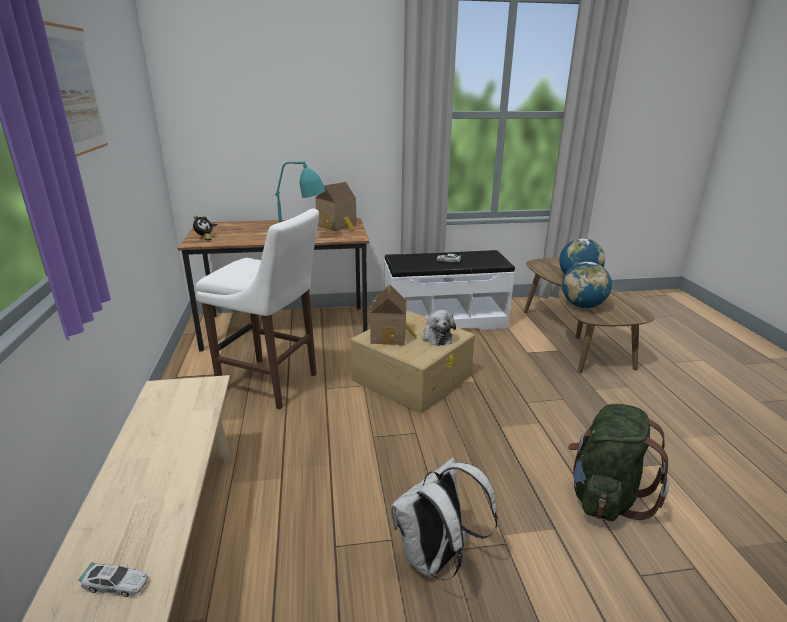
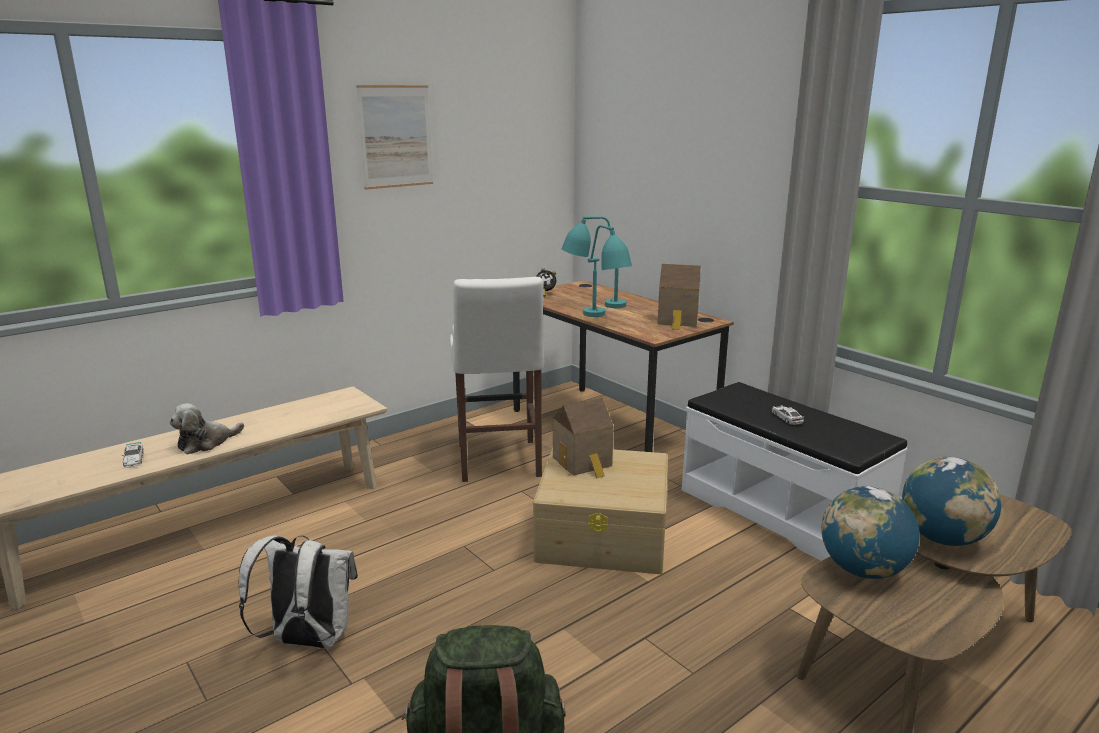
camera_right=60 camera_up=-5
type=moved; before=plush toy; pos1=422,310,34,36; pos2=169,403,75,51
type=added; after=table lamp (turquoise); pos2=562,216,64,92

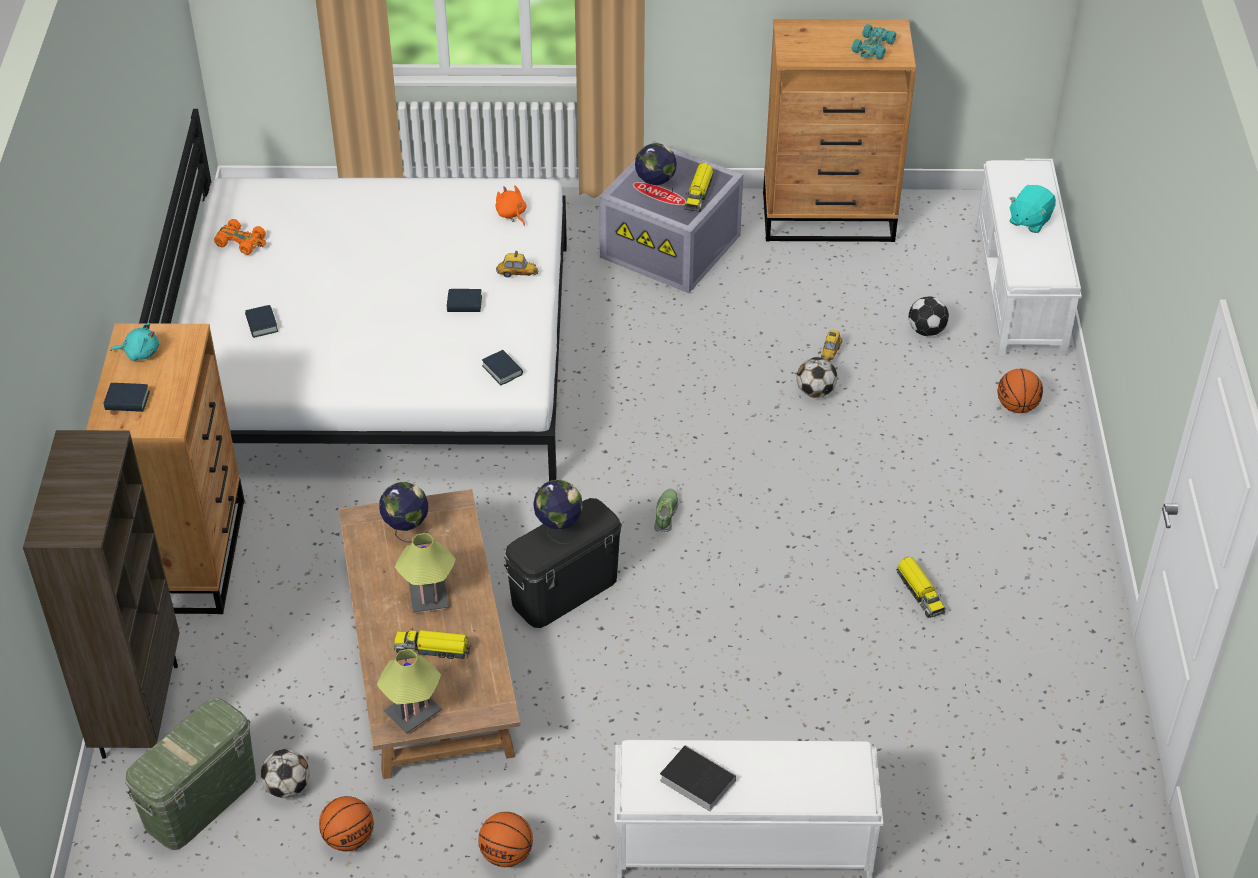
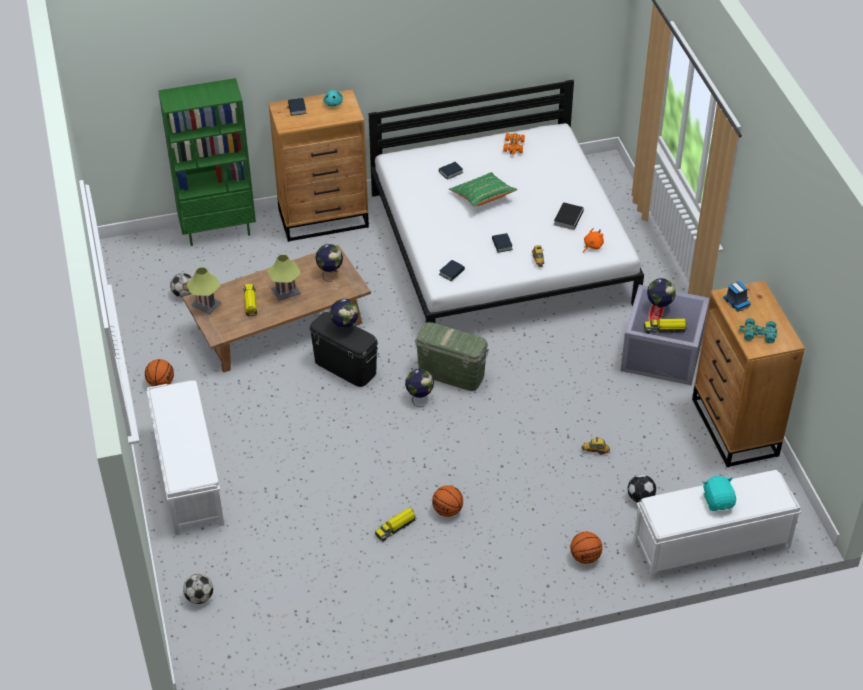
camera_right=75 camera_up=0
type=turned; before=plush toy (turquoise); pos1=1009,185,47,48; pos2=703,476,33,35; turn=60
type=moved; before=football; pos1=796,357,41,41; pos2=183,574,30,30
type=recoloured; before=bookcase (brown); after=bookcase (green); pos1=23,430,157,329; pos2=158,78,98,168
type=replaced; before=shoe; after=globe; pos1=654,489,24,43; pos2=405,369,29,38
type=moved; before=storage box (green); pos1=125,698,131,152; pos2=415,322,74,69
type=moved; before=book; pos1=660,745,76,66; pos2=554,202,30,28
type=moved; before=basketball; pos1=319,796,55,55; pos2=432,485,31,32
type=added; after=pillow (green); pos2=449,172,69,34
type=added; after=toy truck; pos2=723,281,28,30

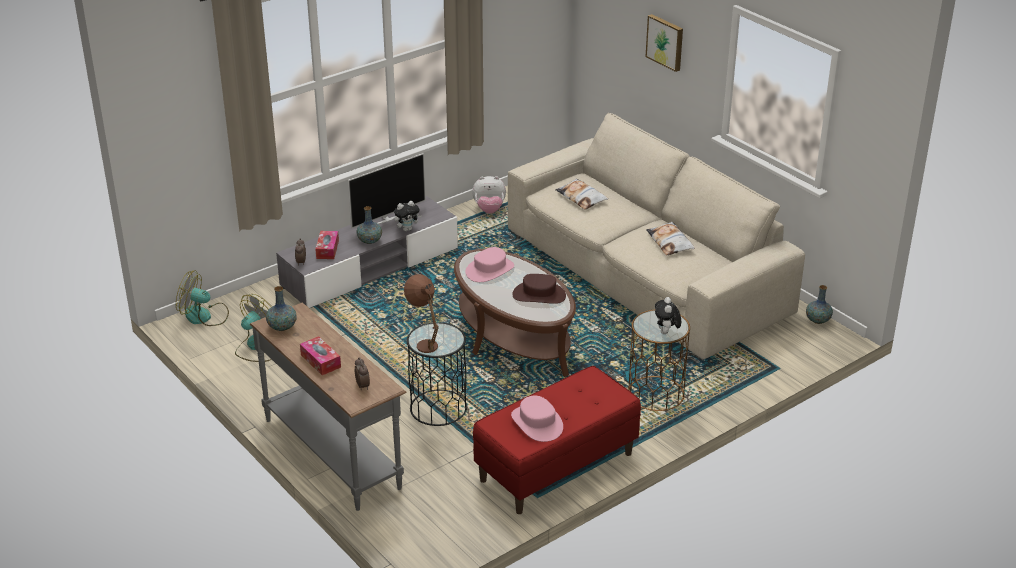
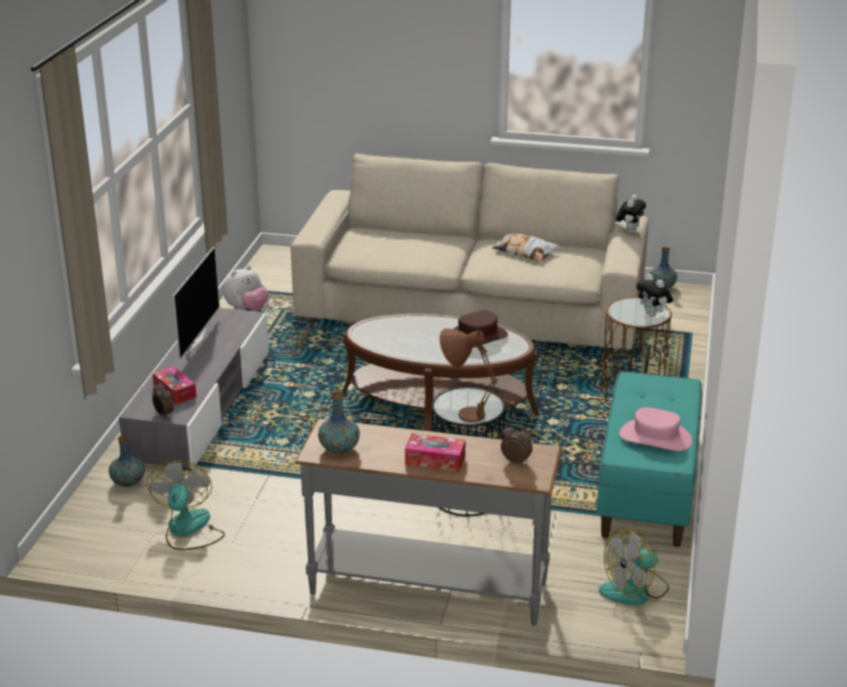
camera_right=-40 camera_up=-5
type=removed; before=picture; pos1=645,14,38,58
type=removed; before=pillow; pos1=555,178,53,32
type=moved; before=plush toy; pos1=394,201,28,30; pos2=616,195,30,38
type=moved; before=vase; pos1=356,206,26,38; pos2=109,435,36,52
type=removed; before=hat (pink); pos1=466,247,48,35
type=moved; before=fan; pos1=176,270,53,56; pos2=599,527,70,78
type=recoloured; before=bench (red); after=bench (turquoise); pos1=473,366,168,148; pos2=596,371,106,176

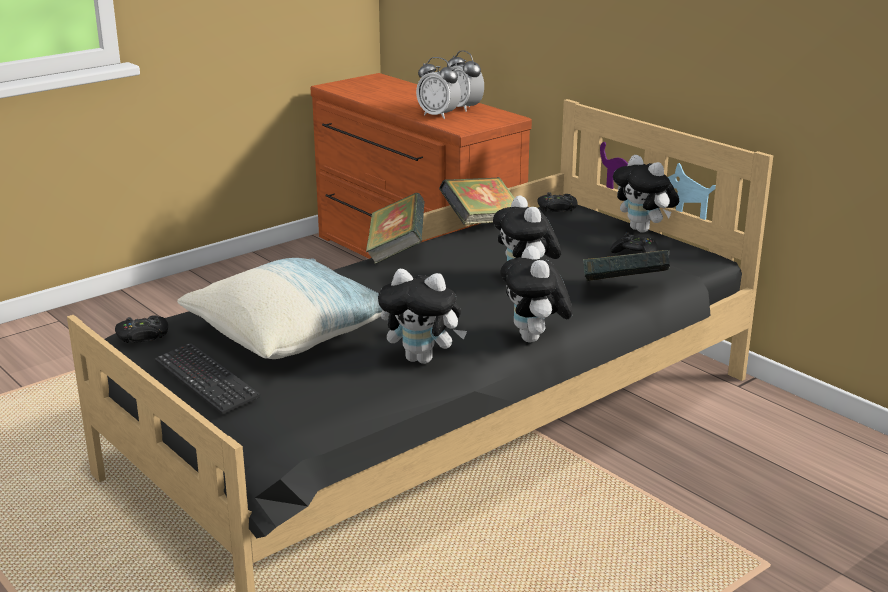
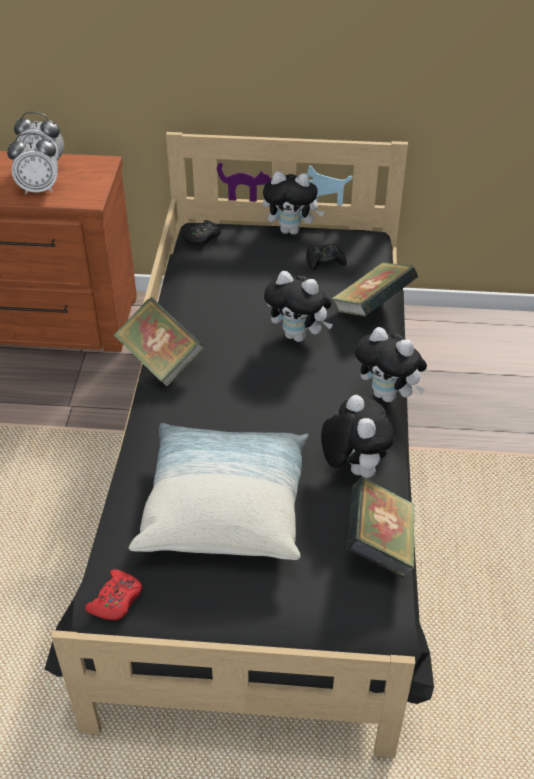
camera_right=-45 camera_up=20
type=moved; before=book; pos1=439,177,76,47; pos2=347,477,68,101
type=turned; before=plush toy; pos1=378,269,89,95; pos2=321,395,74,83; turn=-75
type=recoloured; before=game controller (black); after=game controller (red); pos1=115,315,53,28; pos2=85,569,57,51
type=removed; before=keyboard; pos1=155,343,105,72

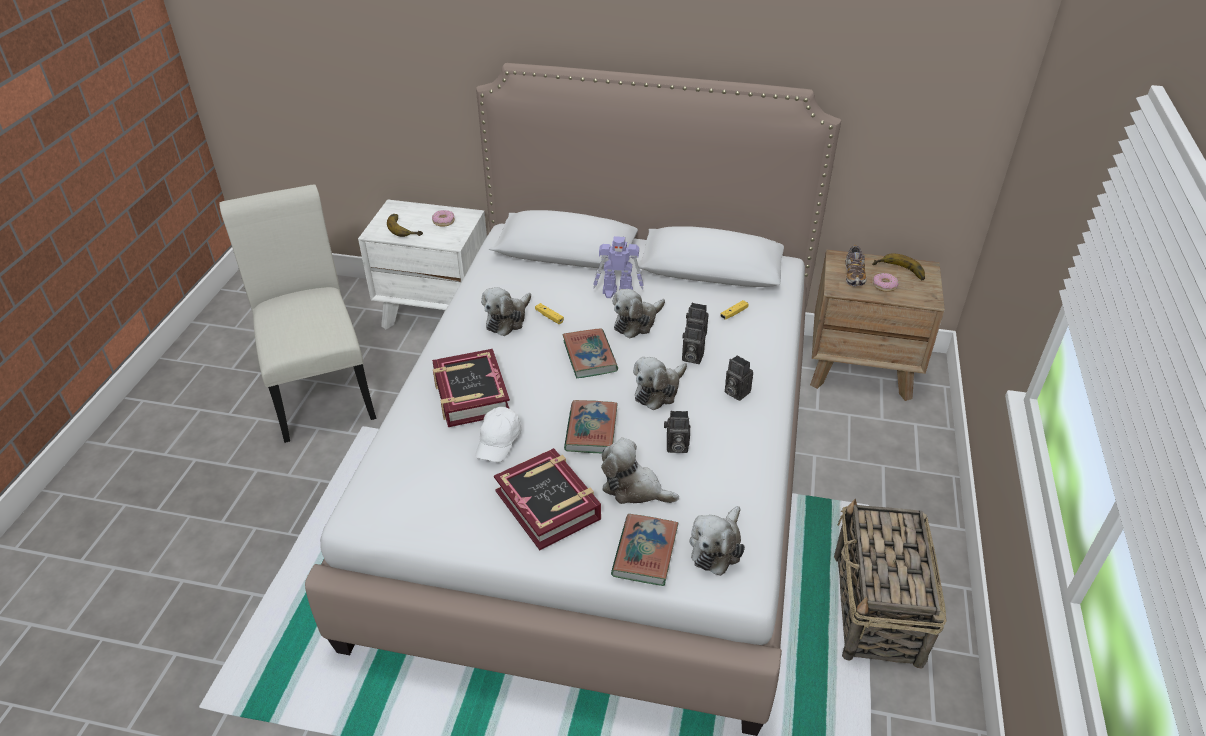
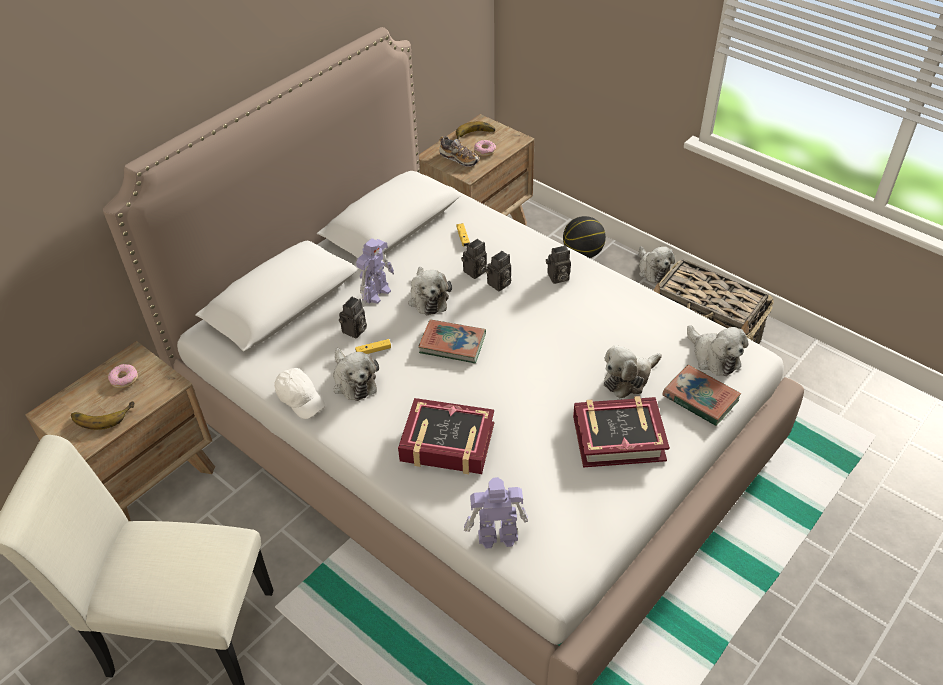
camera_right=-60 camera_up=5
type=recoloured; before=nightstand (white); after=nightstand (brown); pos1=358,199,129,130; pos2=25,341,190,180
type=moved; before=plush toy; pos1=633,357,54,53; pos2=639,246,36,37
type=removed; before=book; pos1=564,400,54,53
type=moved; before=cap (white); pos1=475,407,46,55; pos2=274,368,51,51
type=moved; before=photo camera; pos1=664,411,27,42; pos2=339,297,28,41
type=added; after=basketball; pos2=563,216,43,42
type=added; after=toy robot; pos2=464,477,64,72

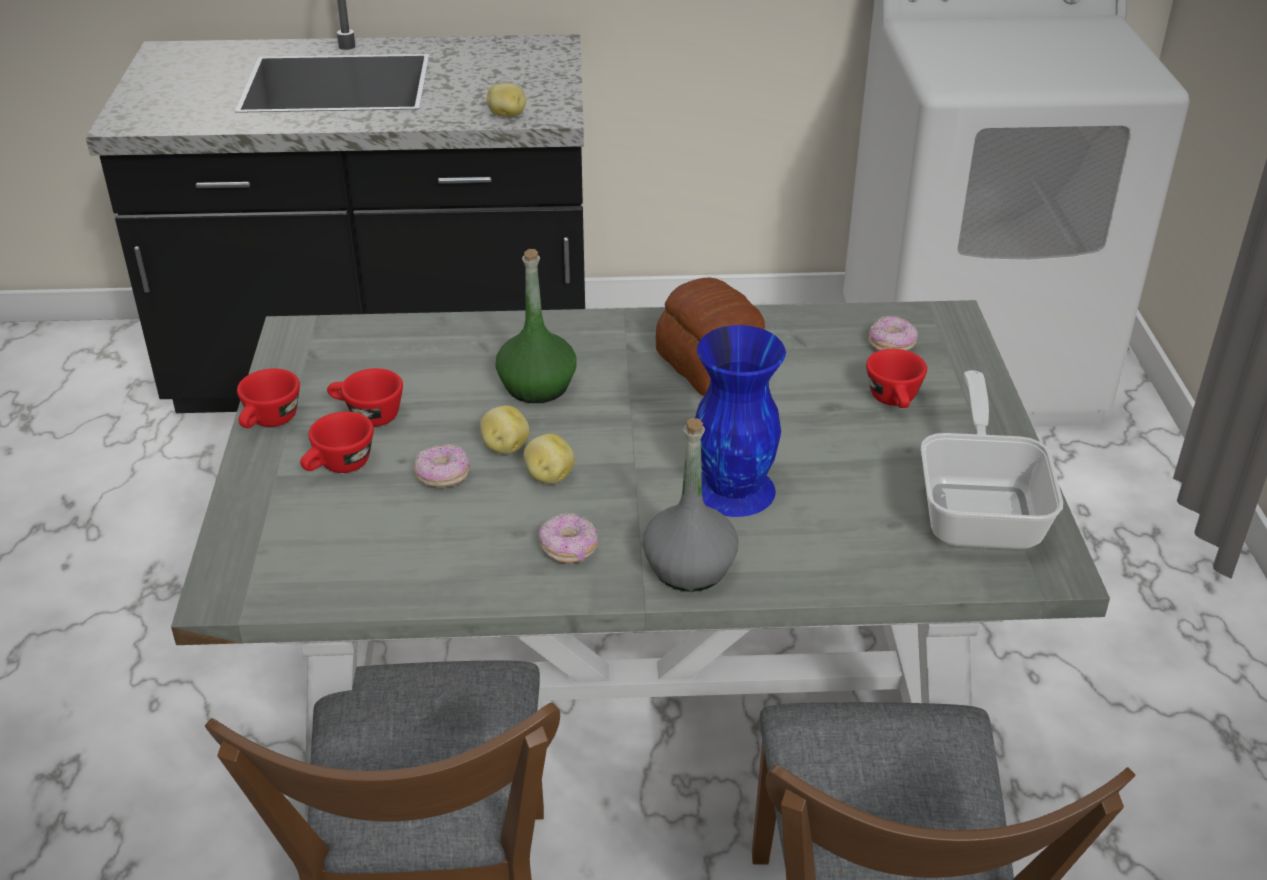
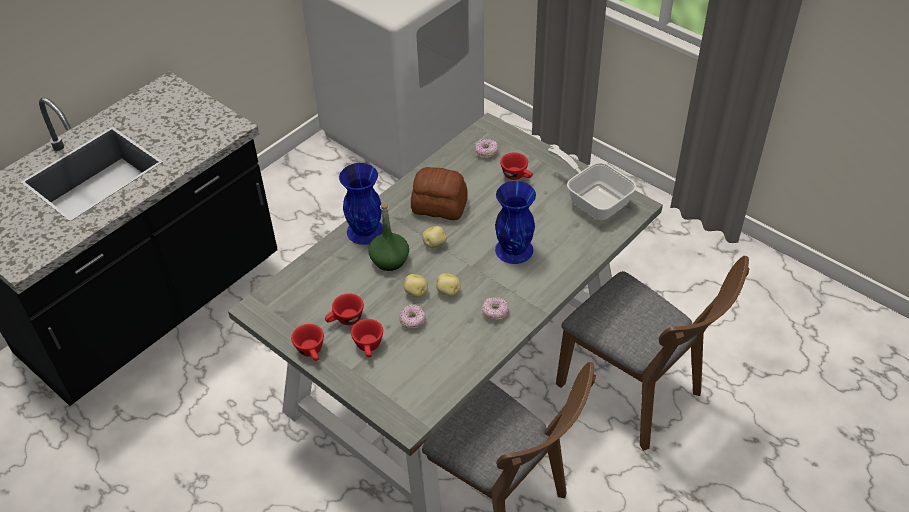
camera_right=-45 camera_up=10
type=moved; before=potato; pos1=487,83,39,34; pos2=422,226,25,22
type=removed; before=bottle (grey); pos1=643,418,95,174
type=added; after=vase (blue); pos2=339,163,44,82

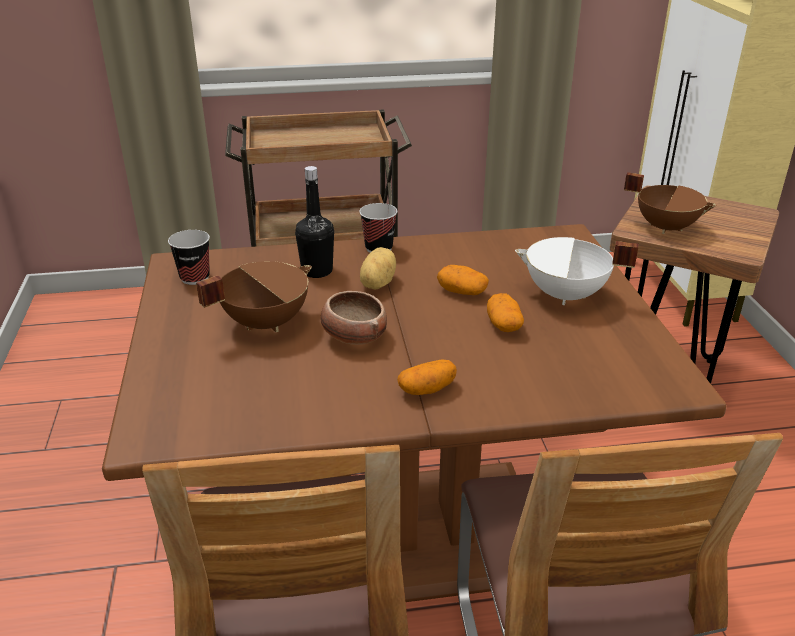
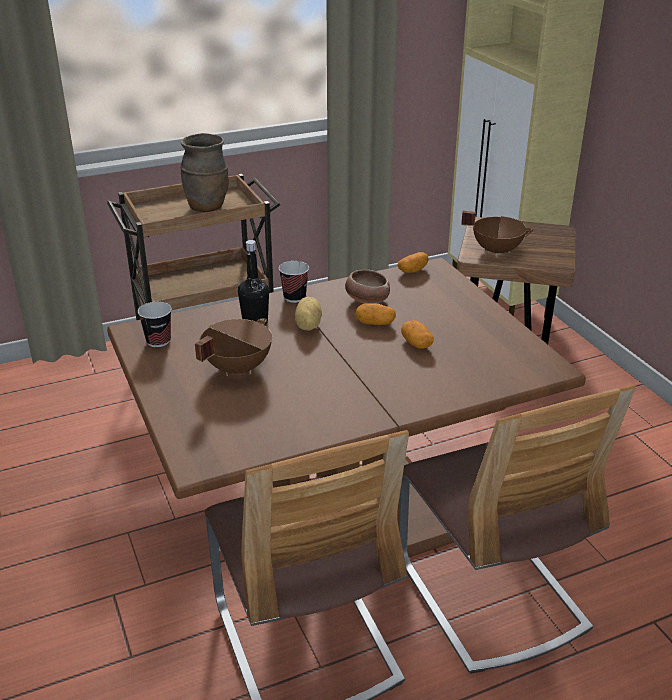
camera_right=-15 camera_up=0
type=removed; before=cooking pot (white); pos1=515,237,123,68
type=moved; before=bowl; pos1=320,291,67,54; pos2=345,269,45,34
type=moved; before=potato; pos1=397,359,60,36; pos2=398,252,30,21
type=added; after=vase (brown); pos2=180,133,49,79

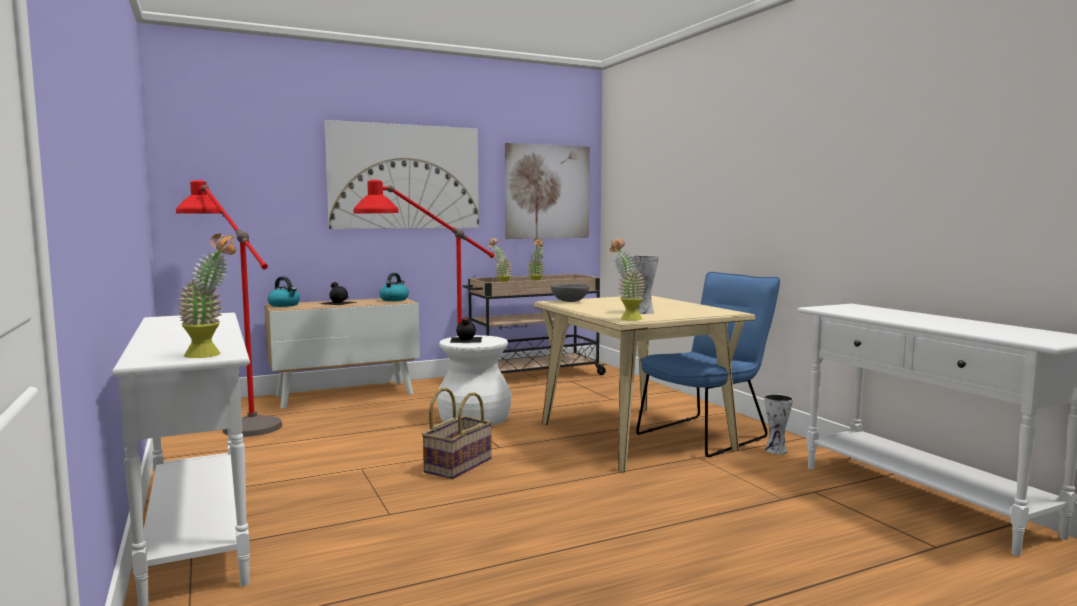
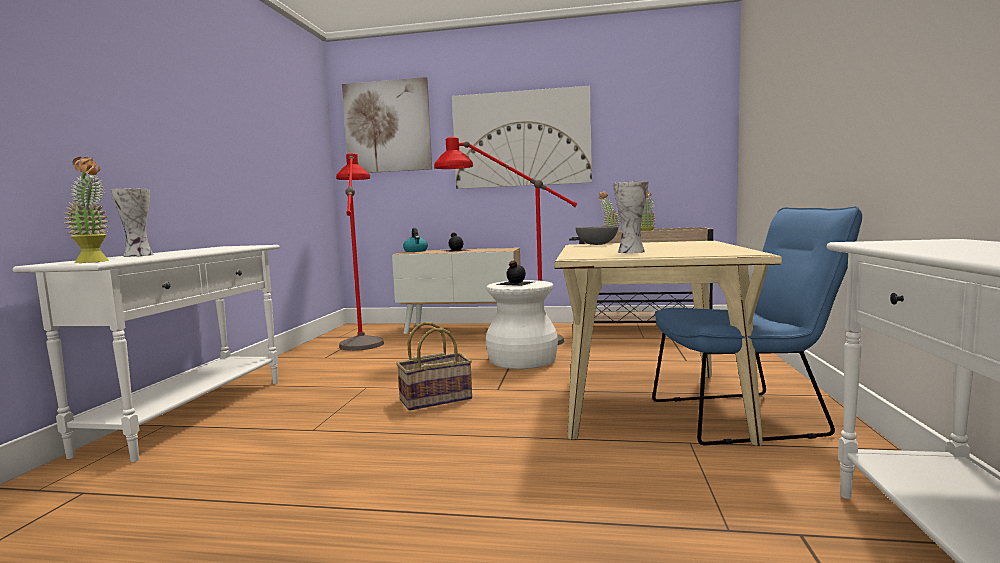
camera_right=35 camera_up=0
type=moved; before=picture; pos1=505,143,85,96; pos2=342,77,90,96
type=removed; before=potted plant; pos1=610,239,35,82
type=removed; before=kettle; pos1=379,273,30,28
type=moved; before=vase; pos1=764,394,29,60; pos2=111,189,43,68

